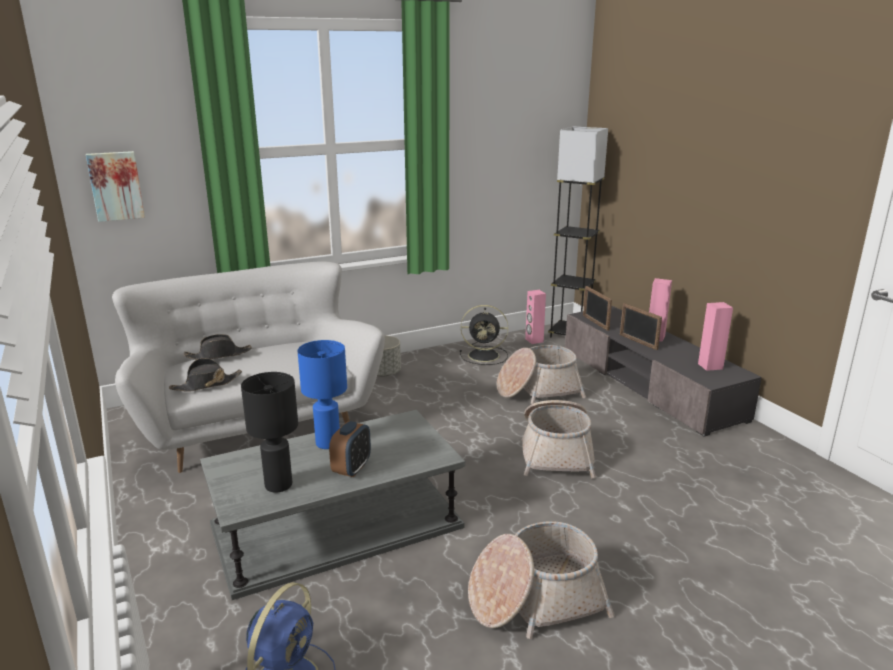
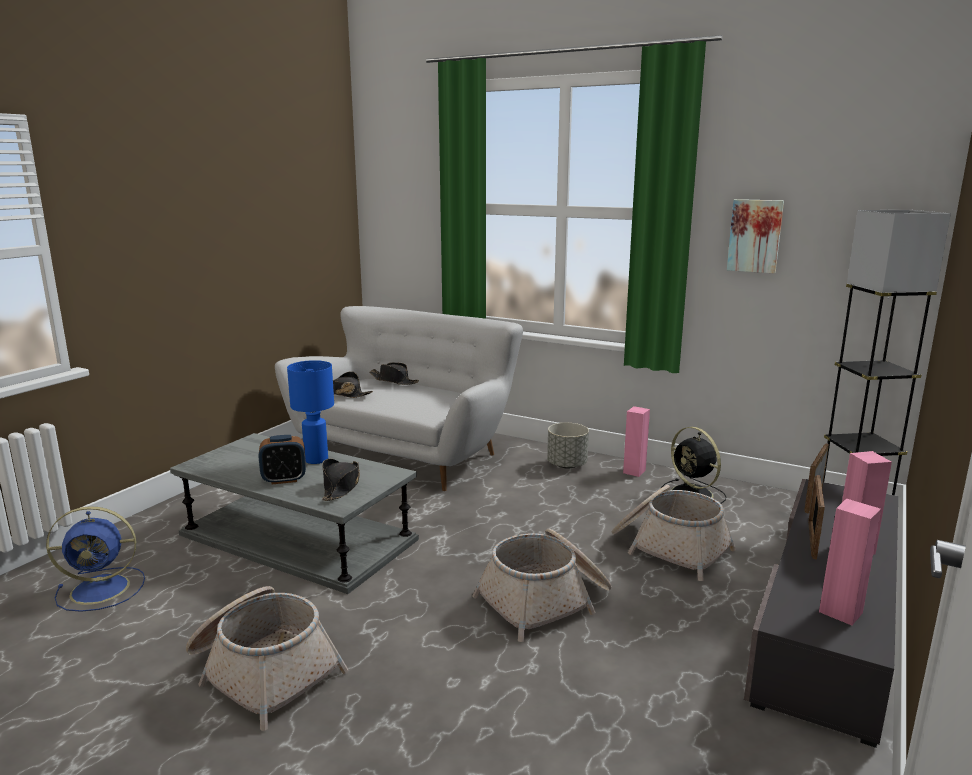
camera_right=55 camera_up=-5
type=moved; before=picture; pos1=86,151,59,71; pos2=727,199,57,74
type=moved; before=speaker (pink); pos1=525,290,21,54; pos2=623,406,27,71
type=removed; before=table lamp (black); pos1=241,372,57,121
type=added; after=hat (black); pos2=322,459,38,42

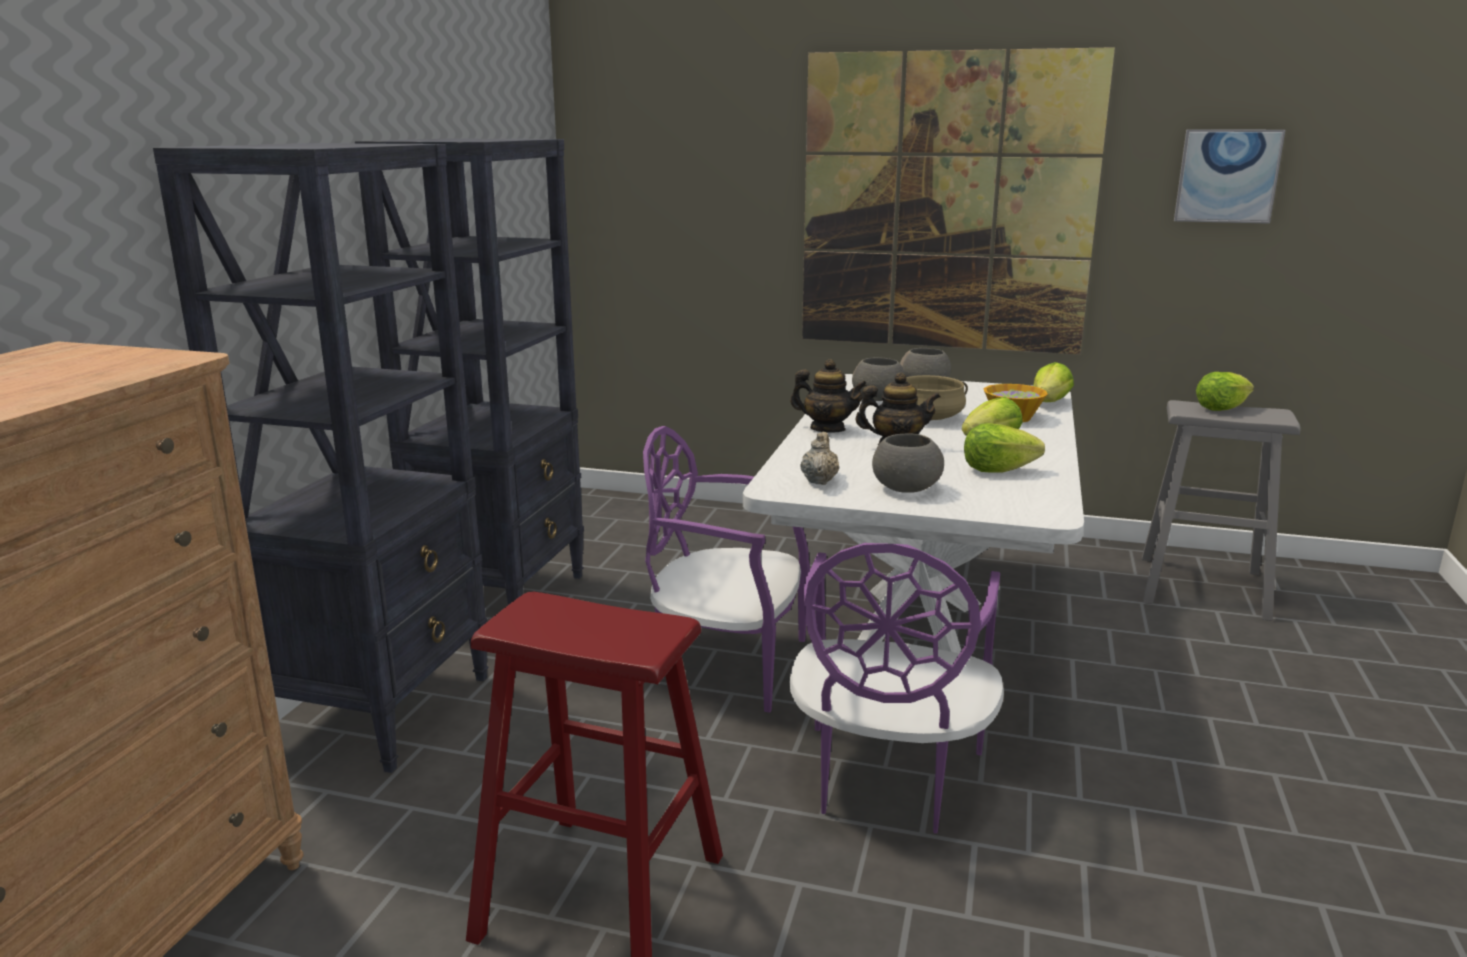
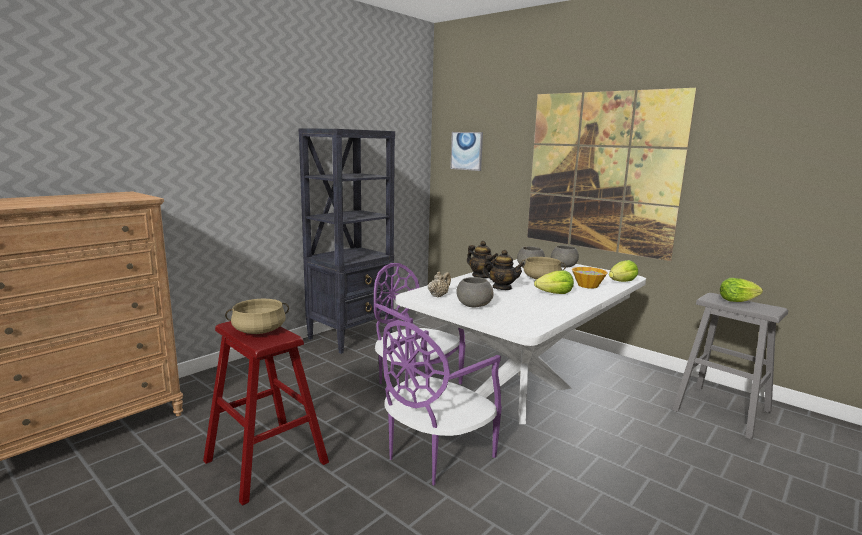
camera_right=25 camera_up=-5
type=moved; before=picture; pos1=1174,129,111,95; pos2=451,132,32,39
type=removed; before=bookcase (black); pos1=153,143,336,630
type=removed; before=lettuce; pos1=964,423,81,49
type=added; after=cooking pot (beige); pos2=225,299,64,35

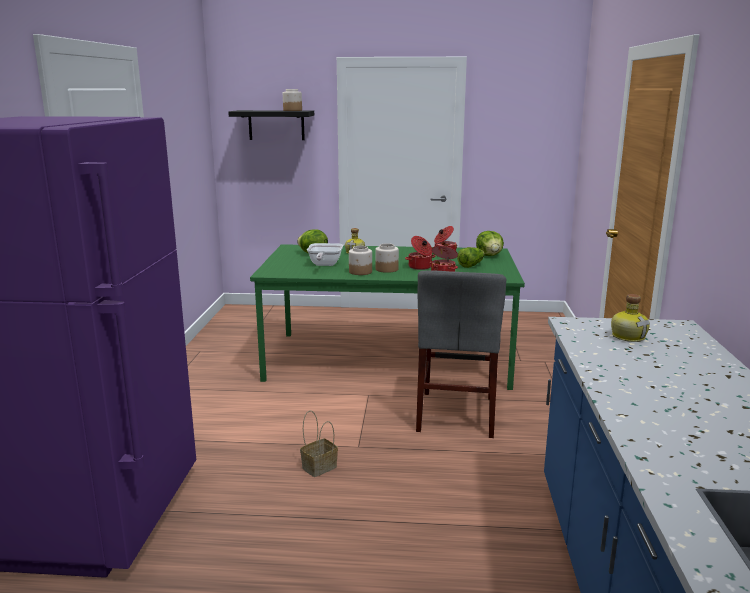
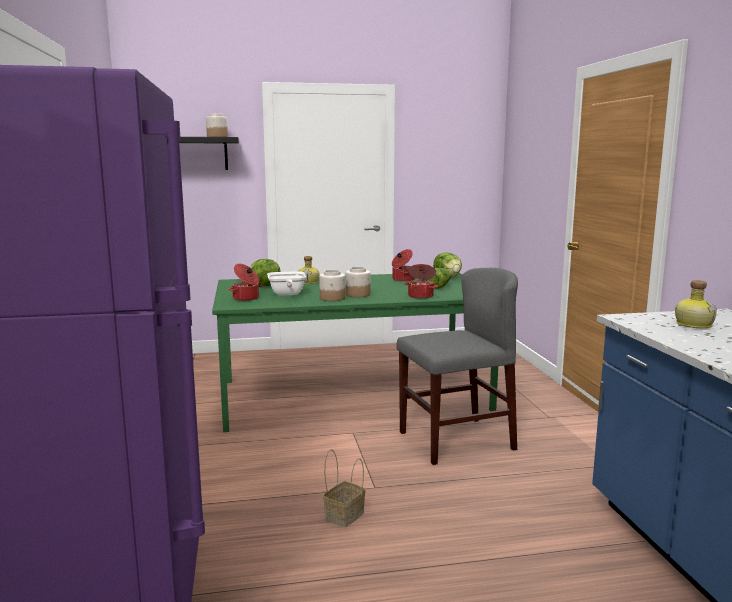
camera_right=-15 camera_up=-5
type=moved; before=cooking pot; pos1=405,236,30,34; pos2=228,264,35,37
type=turned; before=chair (grey); pos1=416,270,90,168; pos2=396,268,122,197; turn=-105

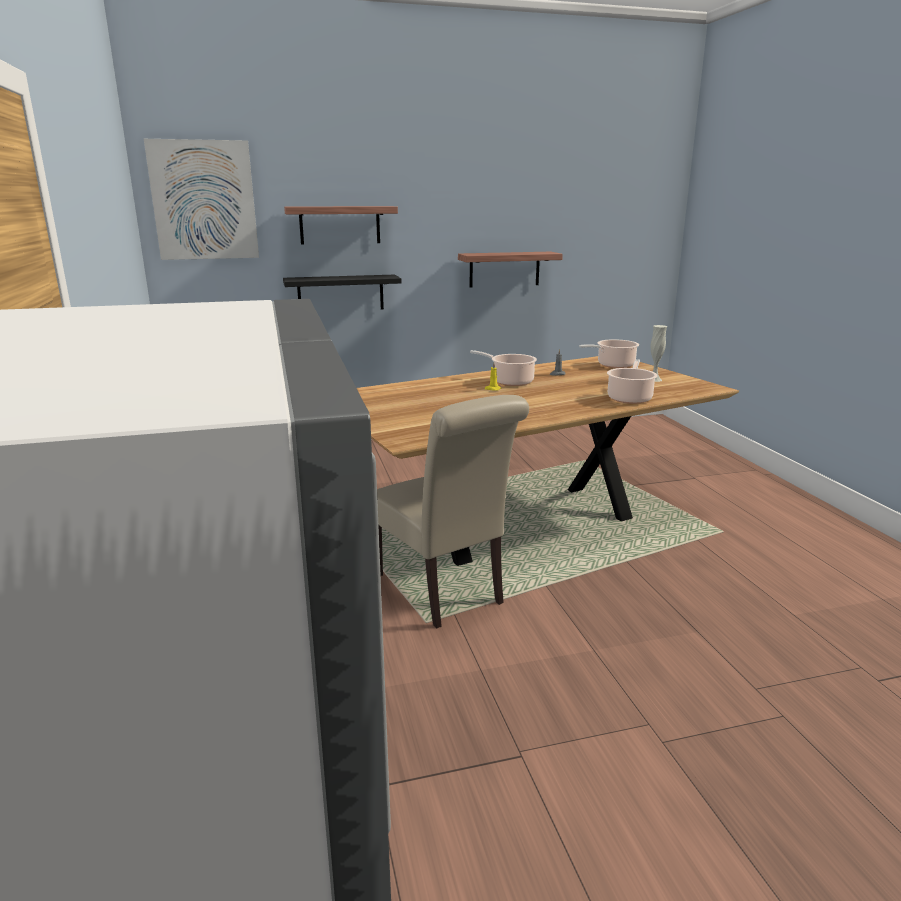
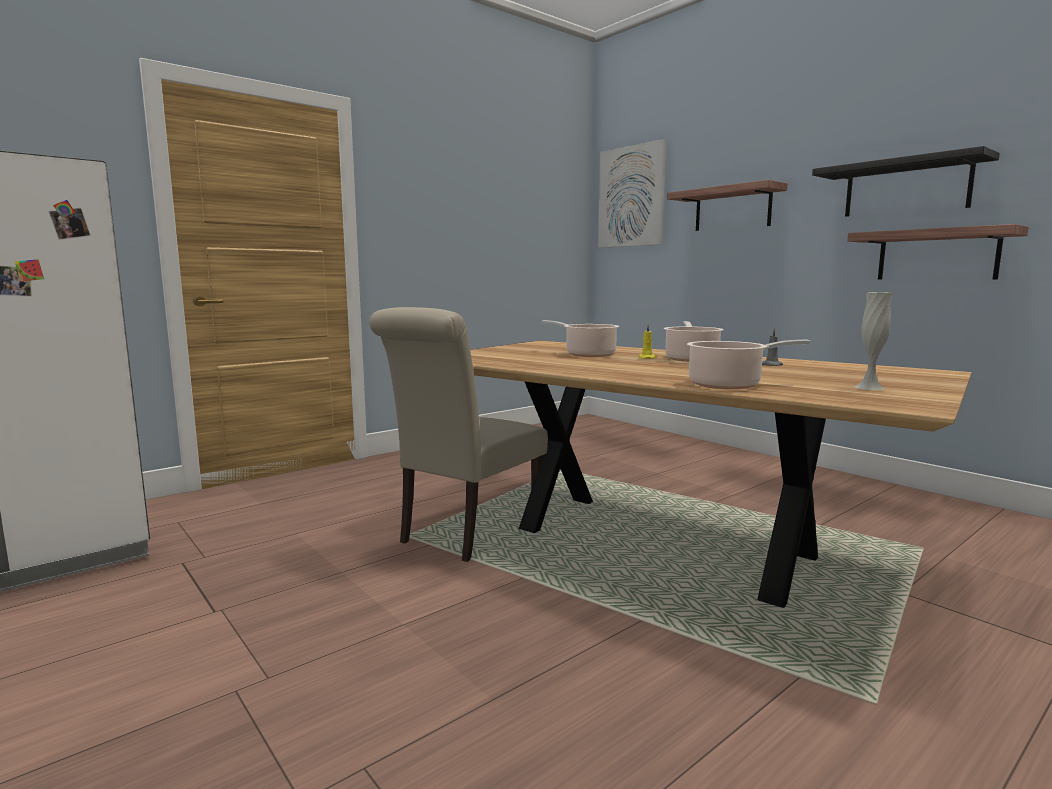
camera_right=65 camera_up=-10
type=moved; before=shelf (black); pos1=283,275,119,35; pos2=812,146,188,71
type=moved; before=cooking pot; pos1=579,339,60,29; pos2=542,320,77,37

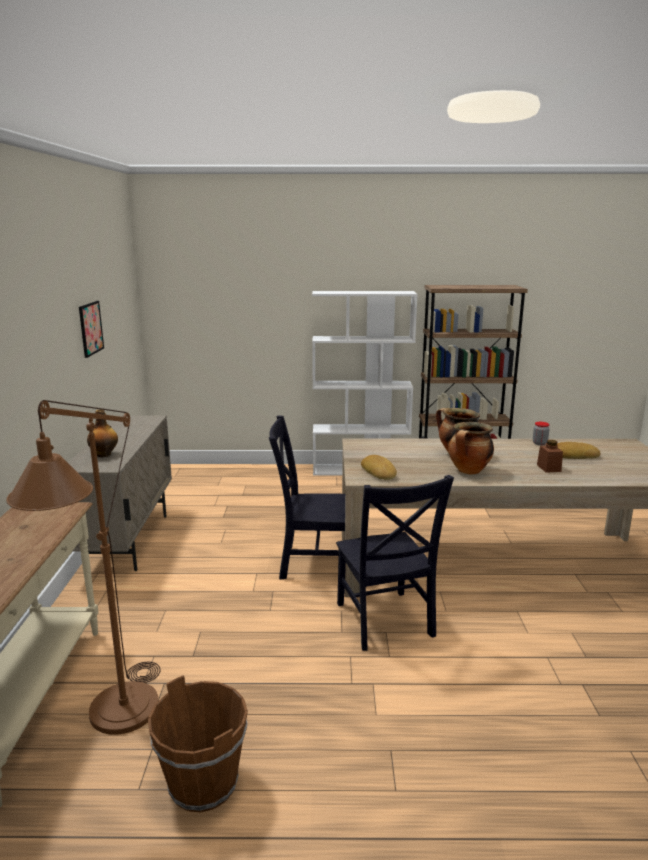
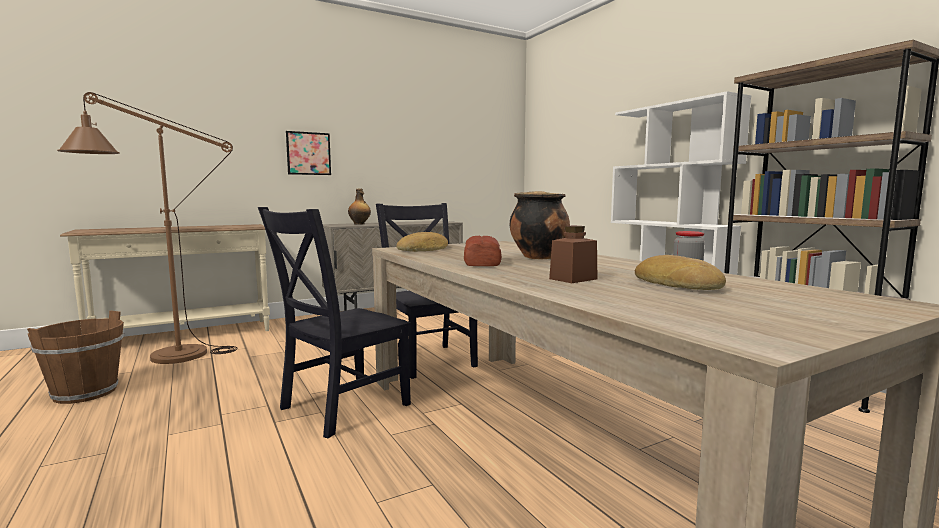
camera_right=60 camera_up=-10
type=moved; before=picture; pos1=79,301,25,57; pos2=286,131,45,44
type=replaced; before=cooking pot; after=bread; pos1=448,422,46,53; pos2=464,236,38,30

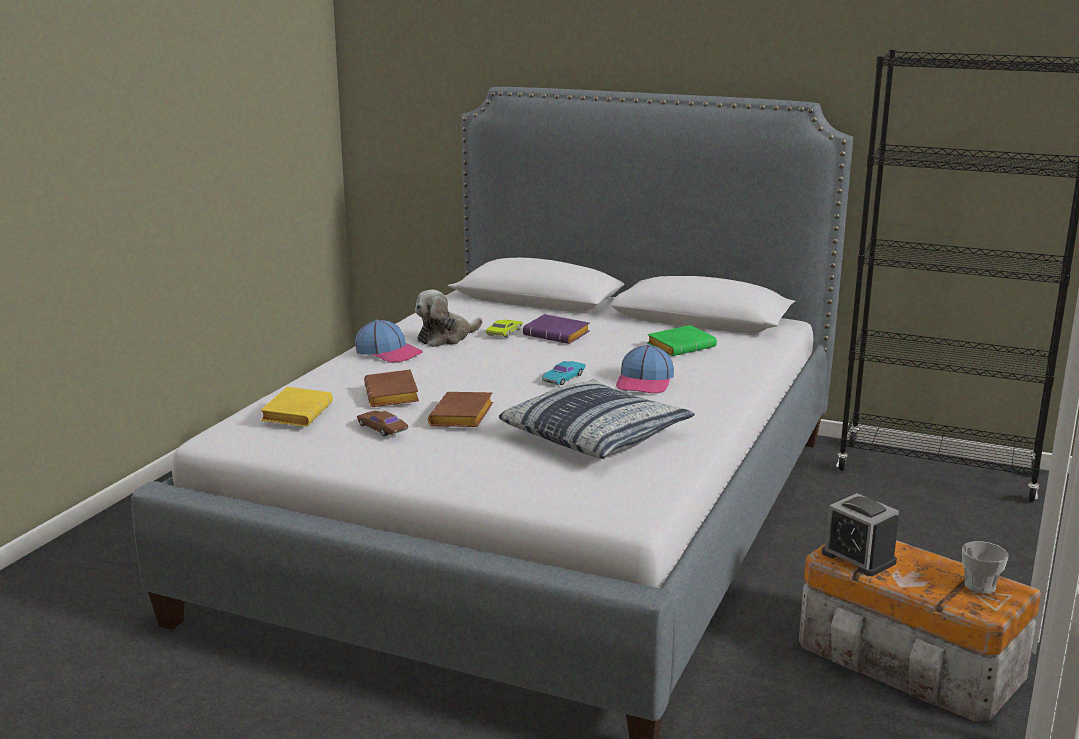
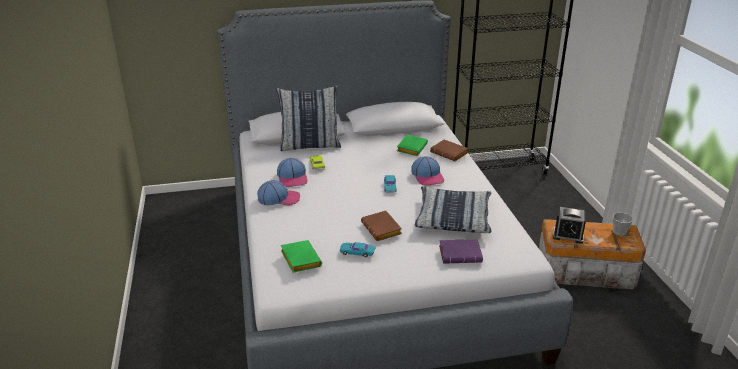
camera_right=-35 camera_up=10
type=replaced; before=plush toy; after=cap; pos1=415,289,68,58; pos2=277,158,30,29
type=moved; before=book (purple); pos1=523,314,67,30; pos2=439,239,44,25
type=moved; before=book (brown); pos1=364,370,55,37; pos2=430,139,38,22
type=recoloured; before=book (yellow); after=book (green); pos1=260,387,73,40; pos2=281,240,41,33
type=recoloured; before=toy car (brown); after=toy car (turquoise); pos1=357,411,51,25; pos2=340,242,36,15
type=added; after=pillow; pos2=276,85,65,66

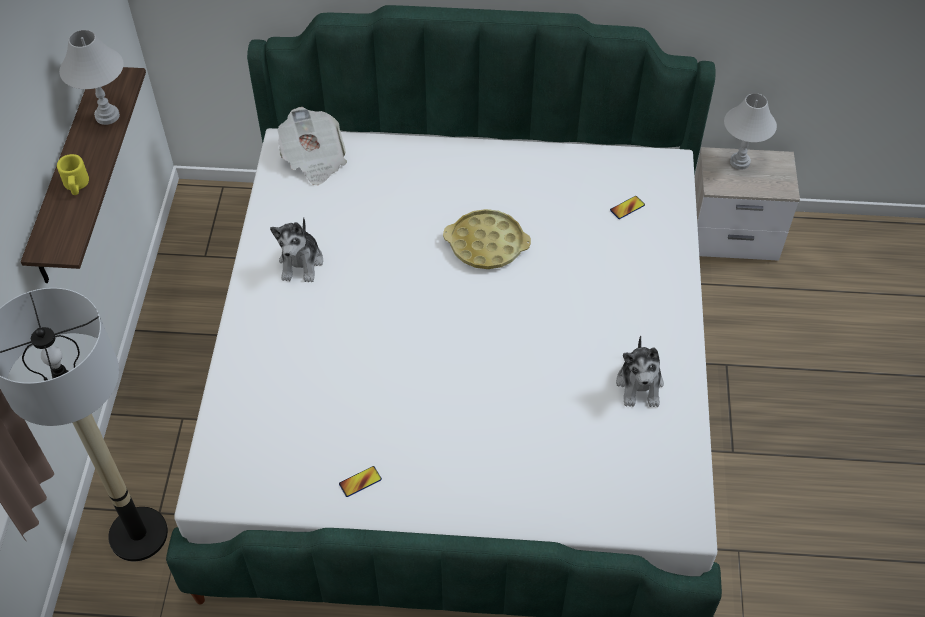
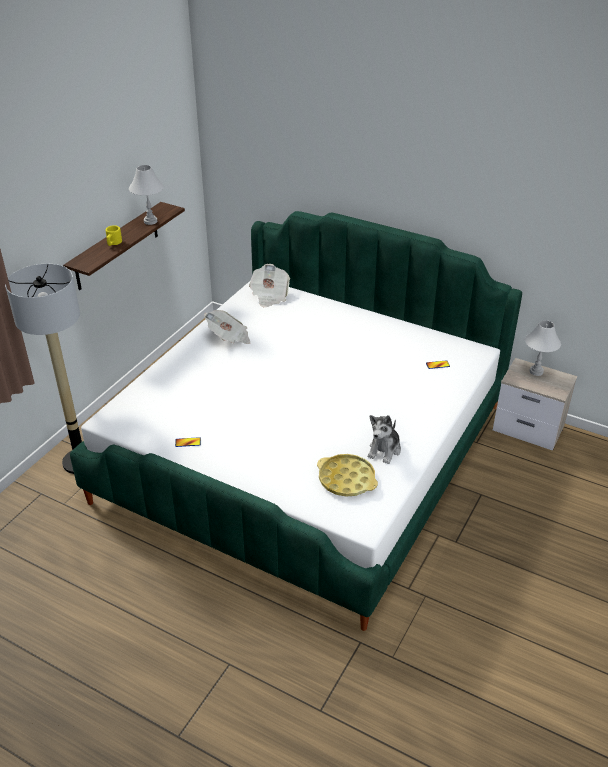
camera_right=25 camera_up=-15
type=moved; before=tray (yellow); pos1=443,209,88,60; pos2=317,454,61,43
type=replaced; before=plush toy; after=newspaper; pos1=270,217,53,66; pos2=204,310,46,34

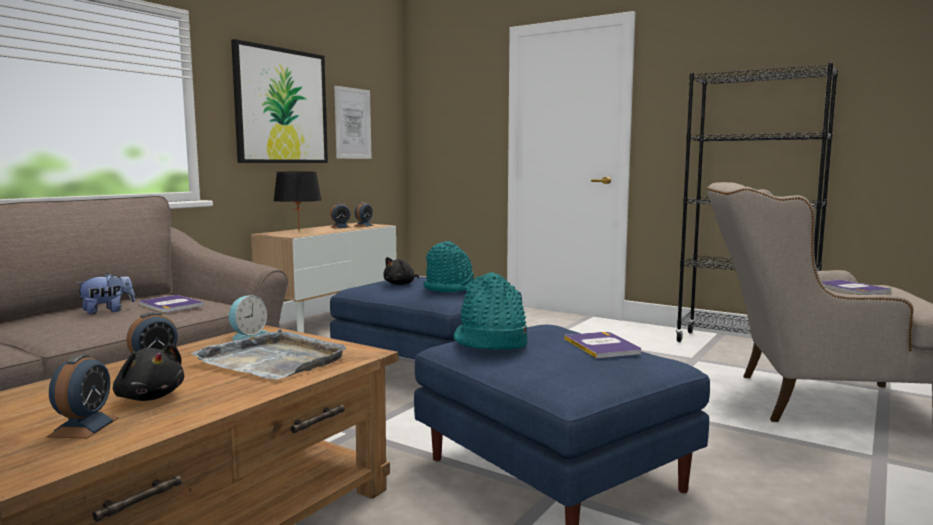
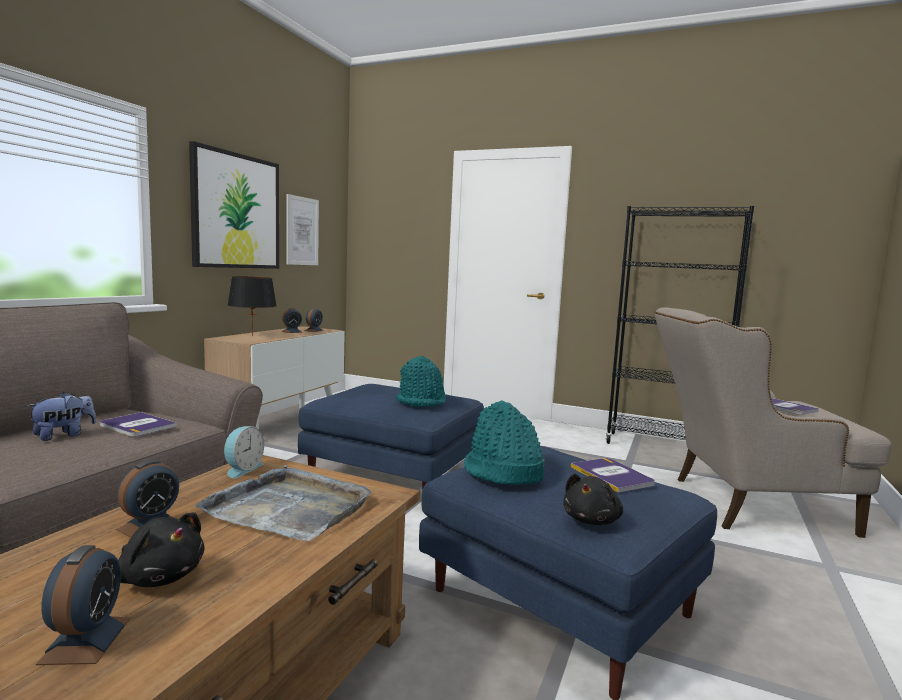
camera_right=-10 camera_up=0
type=moved; before=plush toy (black); pos1=383,257,36,28; pos2=563,473,60,52

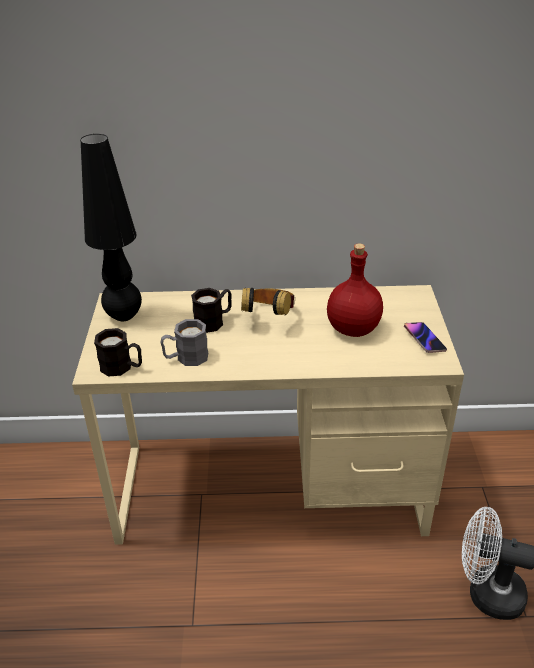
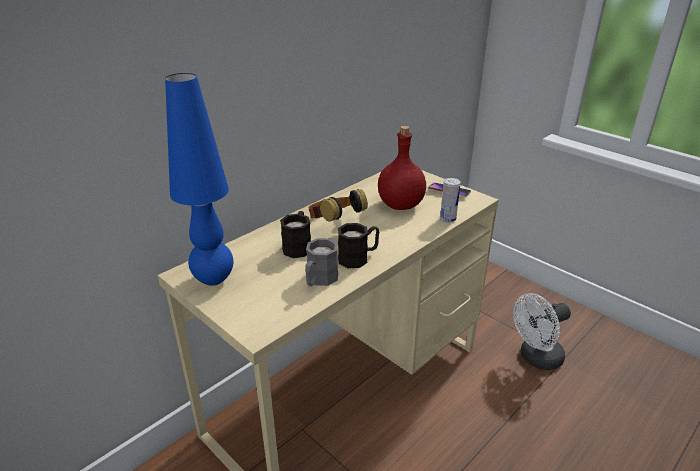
camera_right=-45 camera_up=-5
type=recoloured; before=table lamp (black); after=table lamp (blue); pos1=80,134,62,187; pos2=165,73,68,213
type=moved; before=mug (black); pos1=94,328,48,49; pos2=338,223,41,45
type=added; after=can; pos2=440,178,21,45

